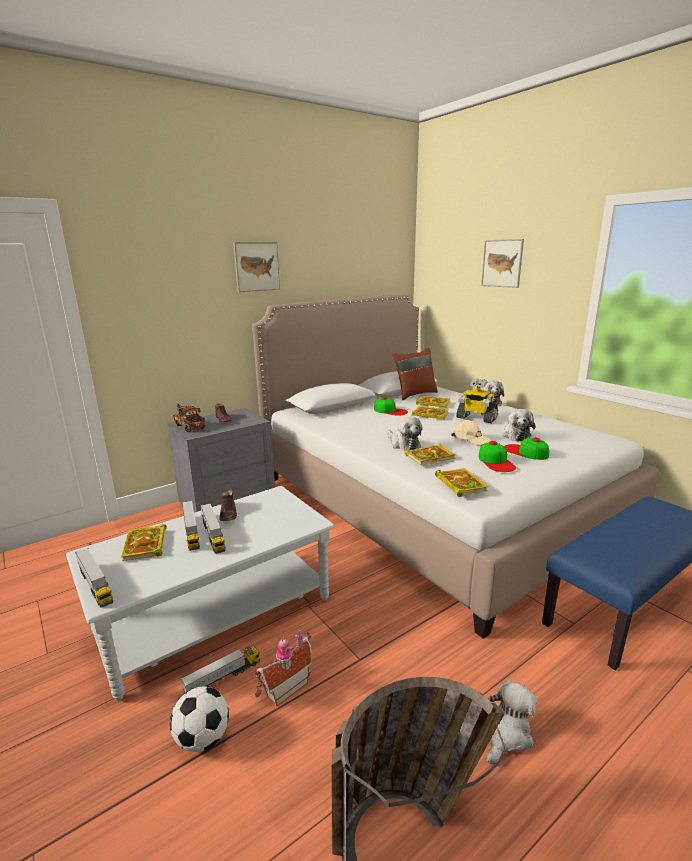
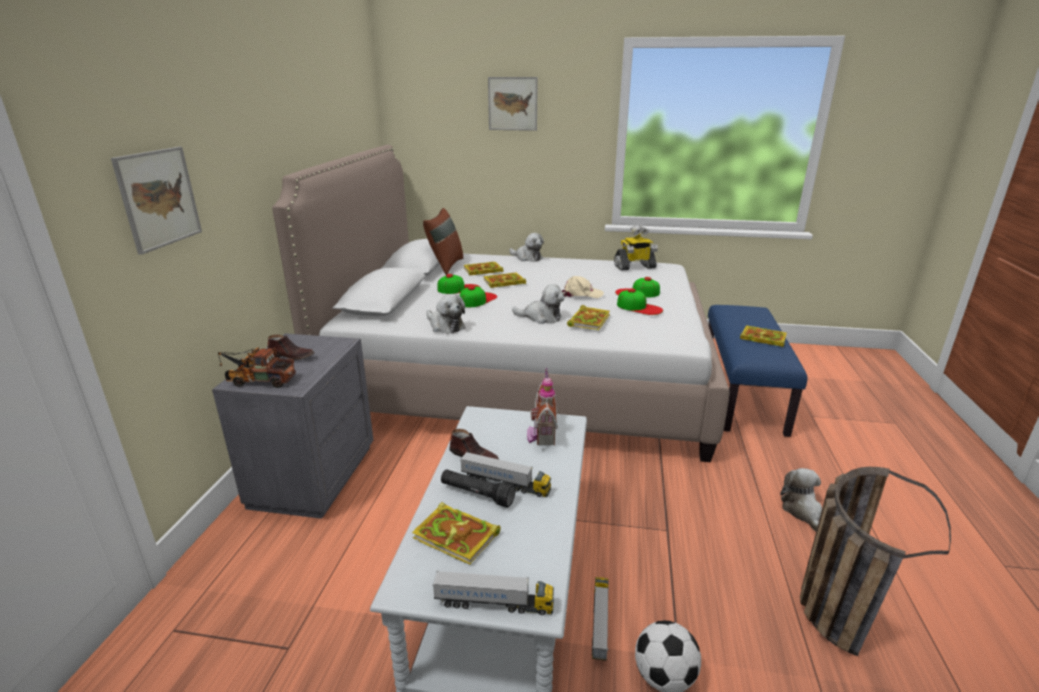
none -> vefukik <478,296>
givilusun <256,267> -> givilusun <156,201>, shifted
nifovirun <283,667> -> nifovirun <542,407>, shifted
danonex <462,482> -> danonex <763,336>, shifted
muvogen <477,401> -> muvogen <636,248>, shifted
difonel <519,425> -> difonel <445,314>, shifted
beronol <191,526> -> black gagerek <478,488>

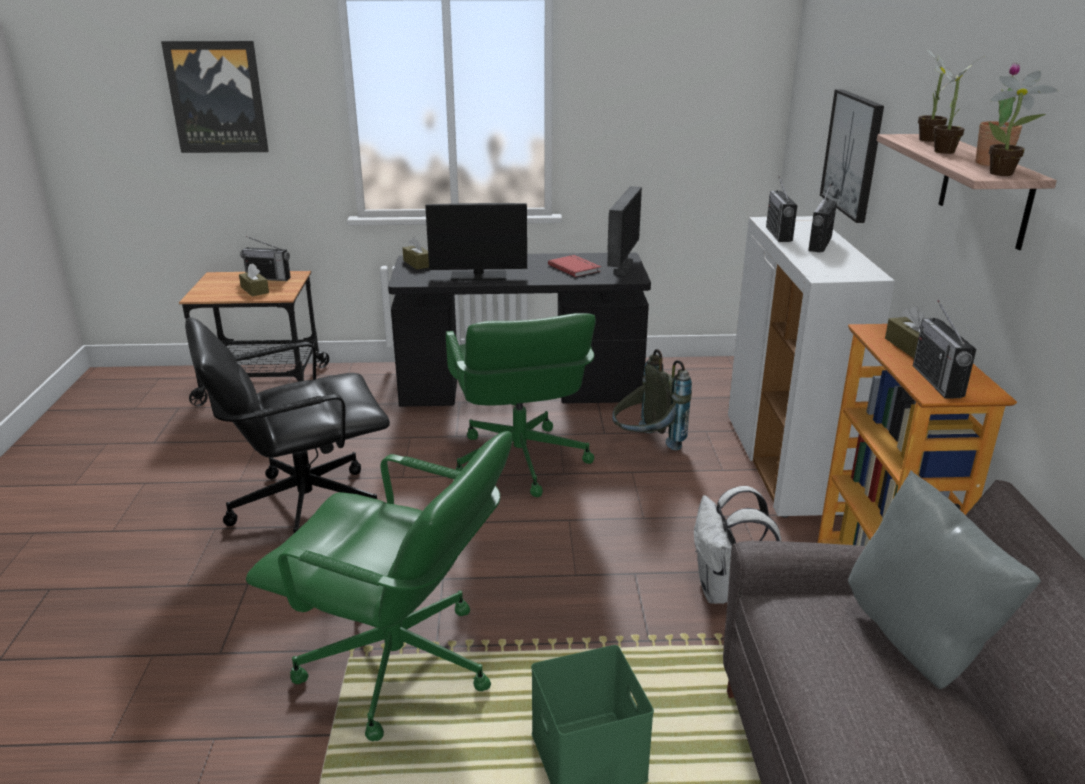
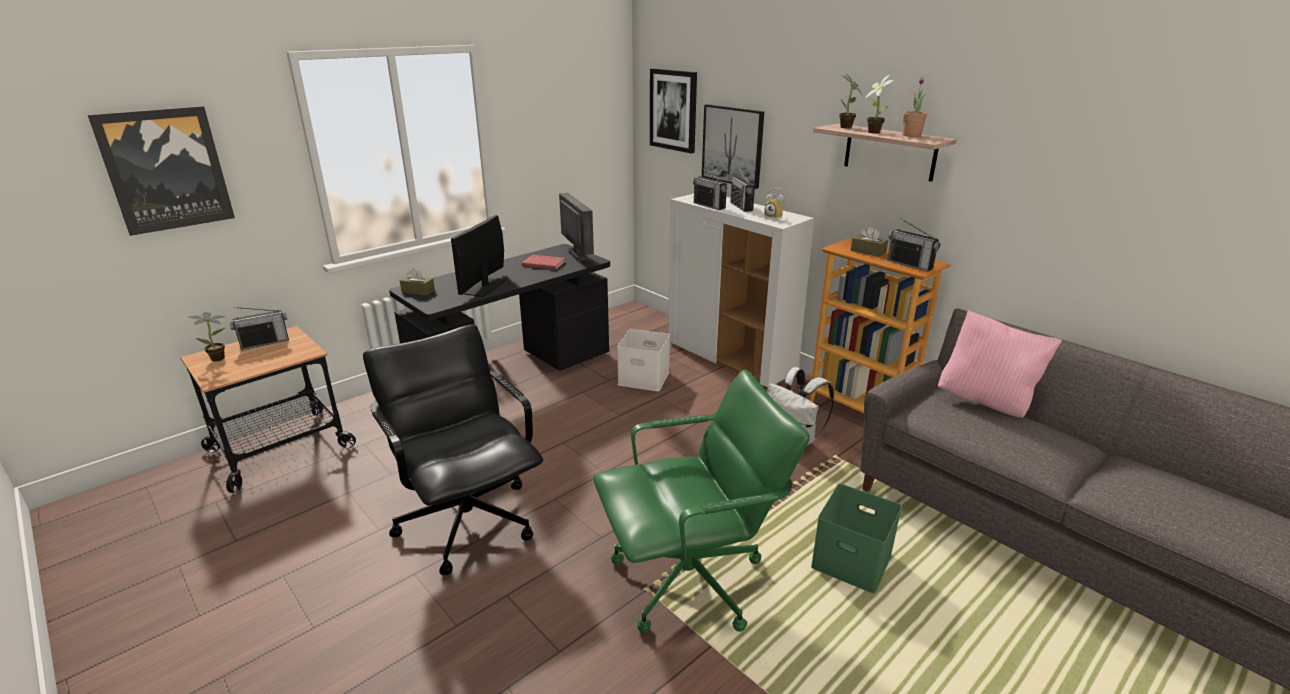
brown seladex <254,279> -> none
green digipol <521,405> -> none
none -> givilusun <673,111>
none -> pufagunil <775,203>
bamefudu <1023,123> -> bamefudu <207,337>, shifted
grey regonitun <652,400> -> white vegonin <643,360>
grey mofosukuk <944,579> -> pink mofosukuk <1000,364>
black digipol <287,425> -> black digipol <453,449>, 120 degrees clockwise
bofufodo <476,242> -> bofufodo <478,256>, 150 degrees clockwise

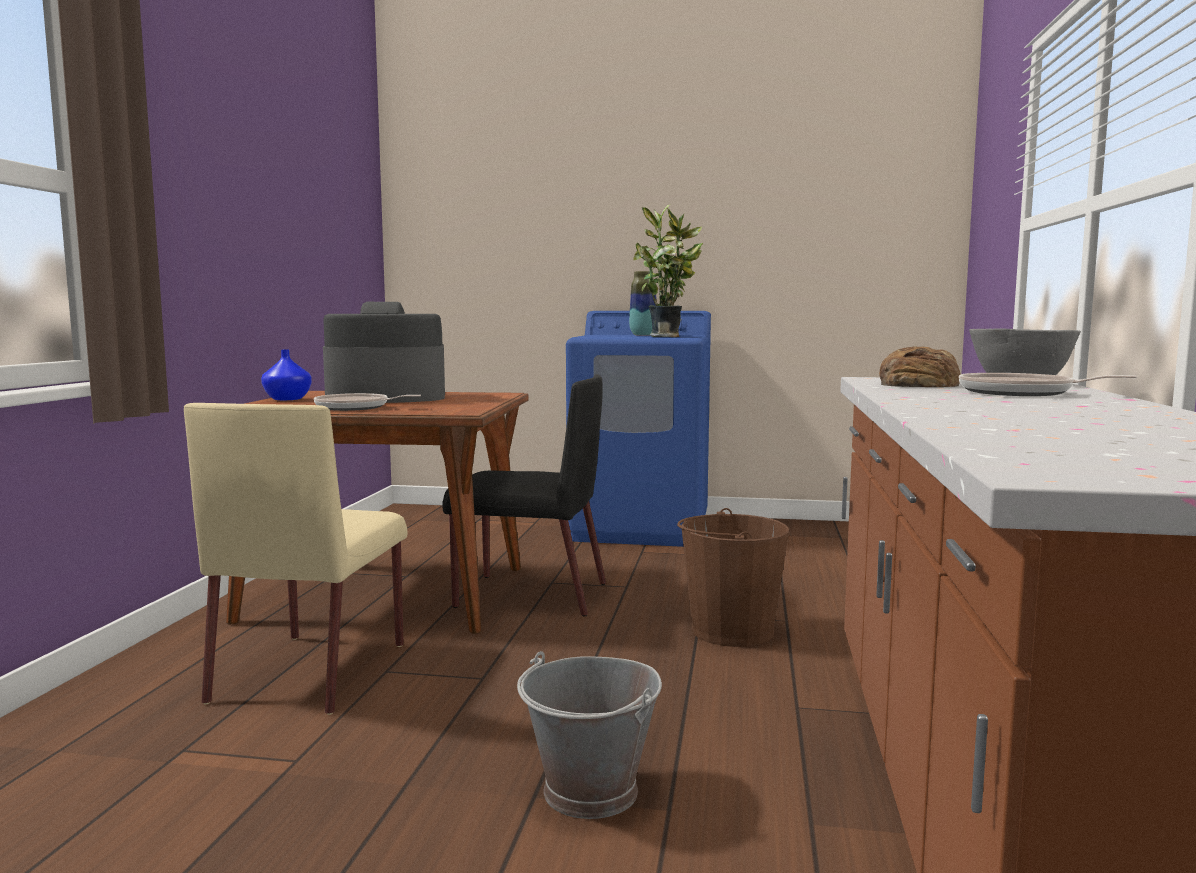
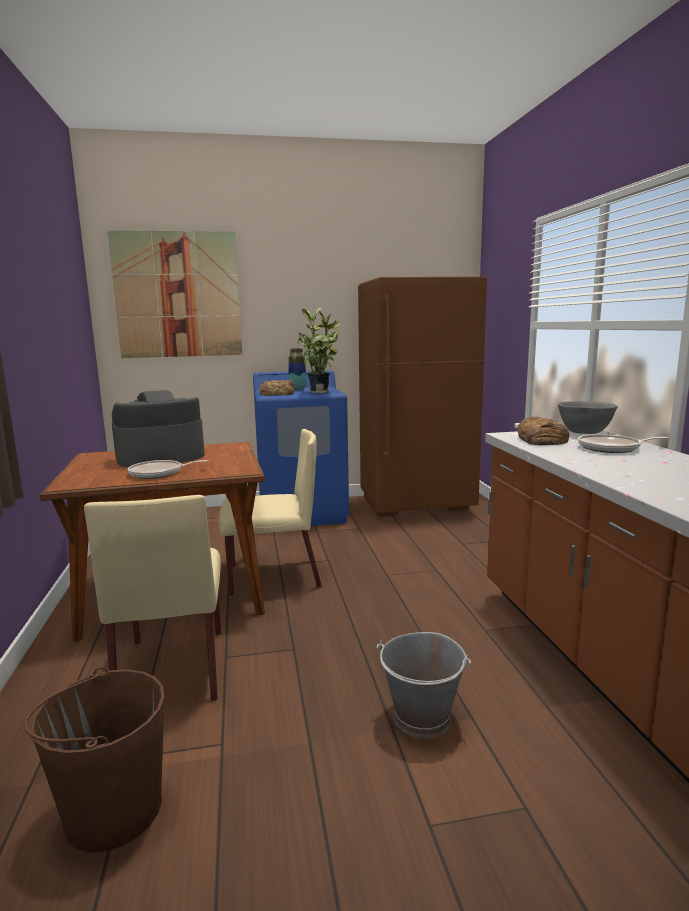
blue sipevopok <286,375> -> none
none -> givilusun <174,294>
none -> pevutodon <277,388>
none -> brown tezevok <422,396>
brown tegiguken <733,577> -> brown tegiguken <94,760>, shifted
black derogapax <524,495> -> beige derogapax <270,512>

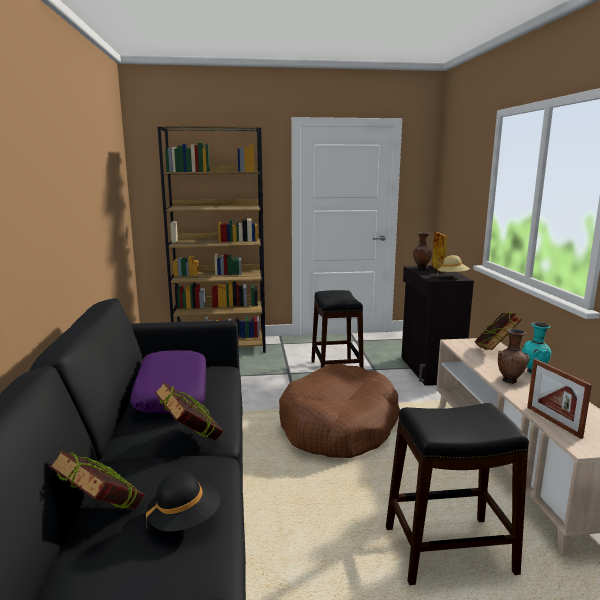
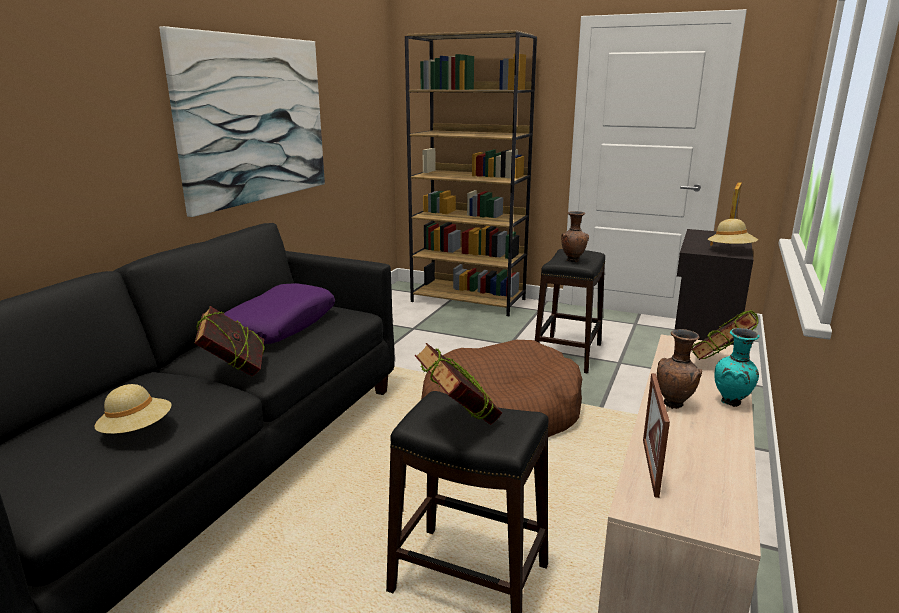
none -> givilusun <242,121>
danonex <97,480> -> danonex <458,384>, shifted
brown sipevopok <422,250> -> brown sipevopok <575,236>, shifted
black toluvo <183,502> -> beige toluvo <133,409>

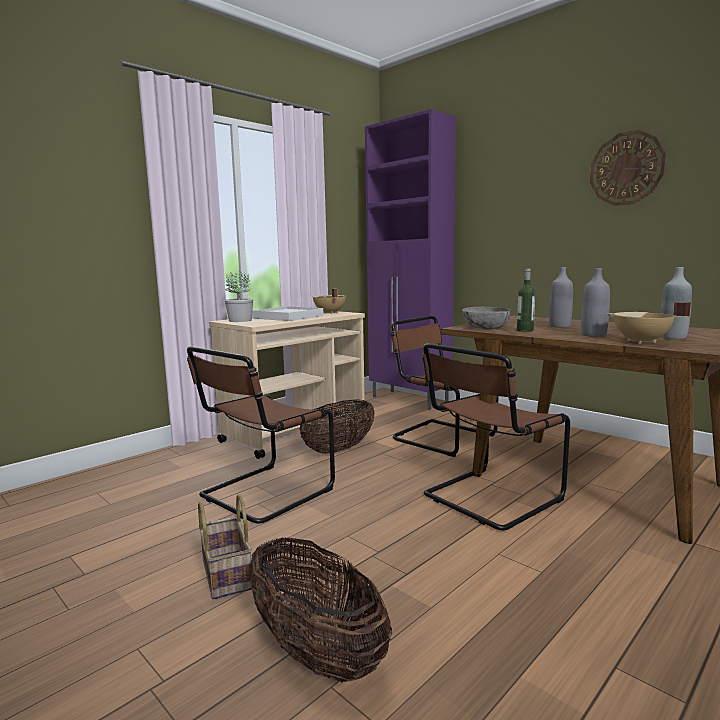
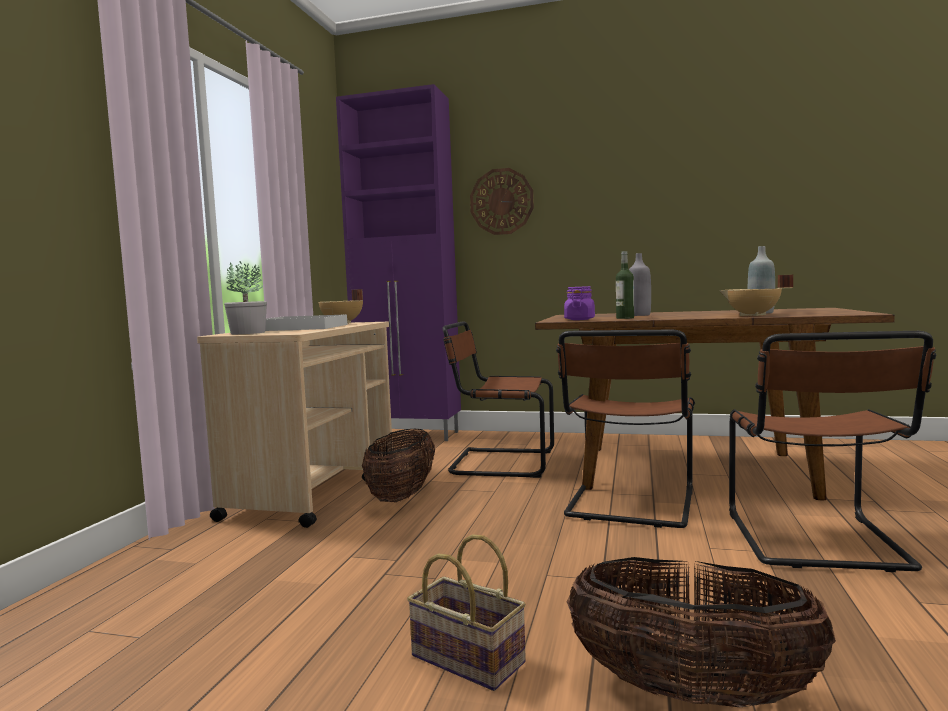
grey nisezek <595,302> -> none
brown derogapax <261,434> -> brown derogapax <832,451>, shifted
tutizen <628,168> -> tutizen <502,201>, shifted
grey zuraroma <486,318> -> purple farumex <579,303>

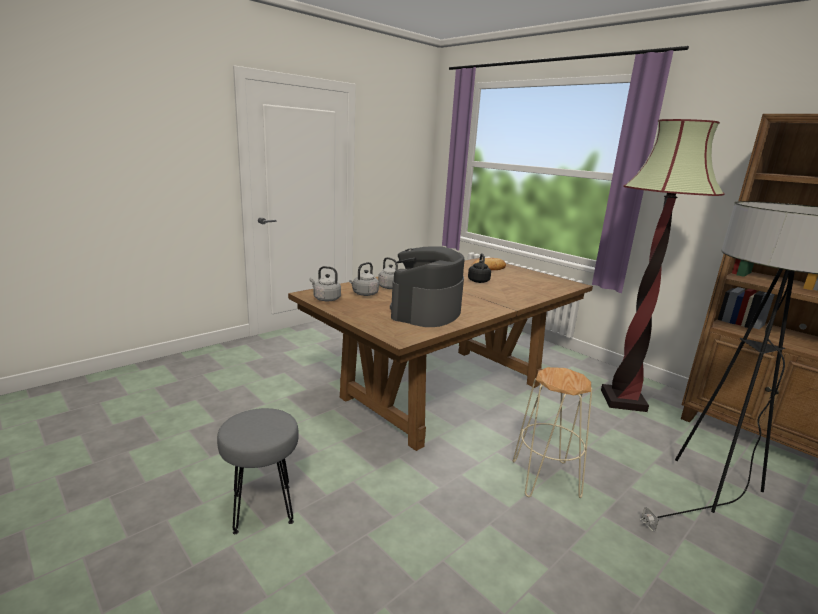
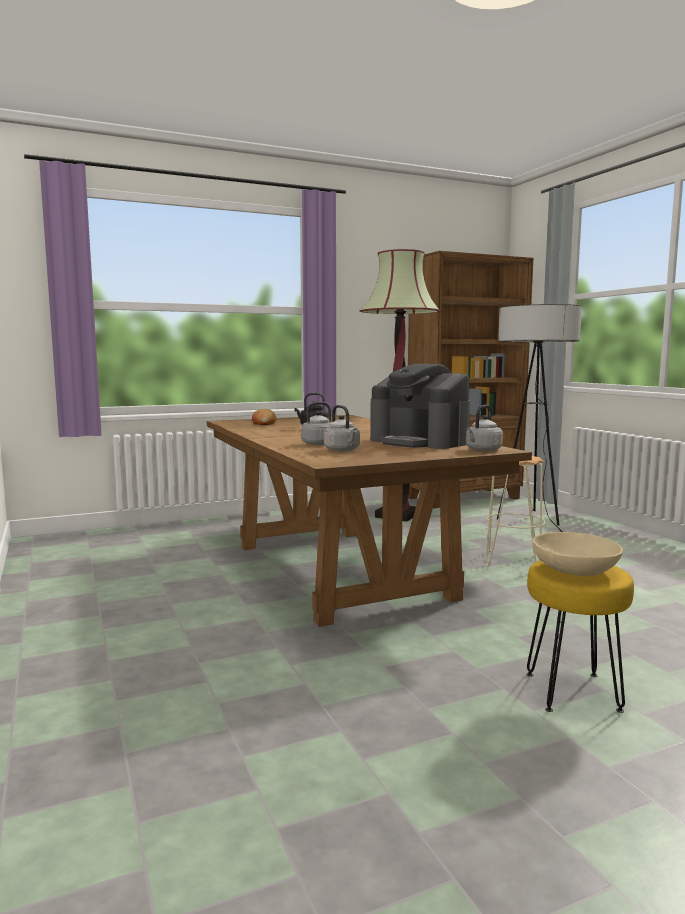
none -> beige zuraroma <577,554>
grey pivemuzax <325,283> -> grey pivemuzax <484,428>, shifted
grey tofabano <258,471> -> yellow tofabano <580,636>

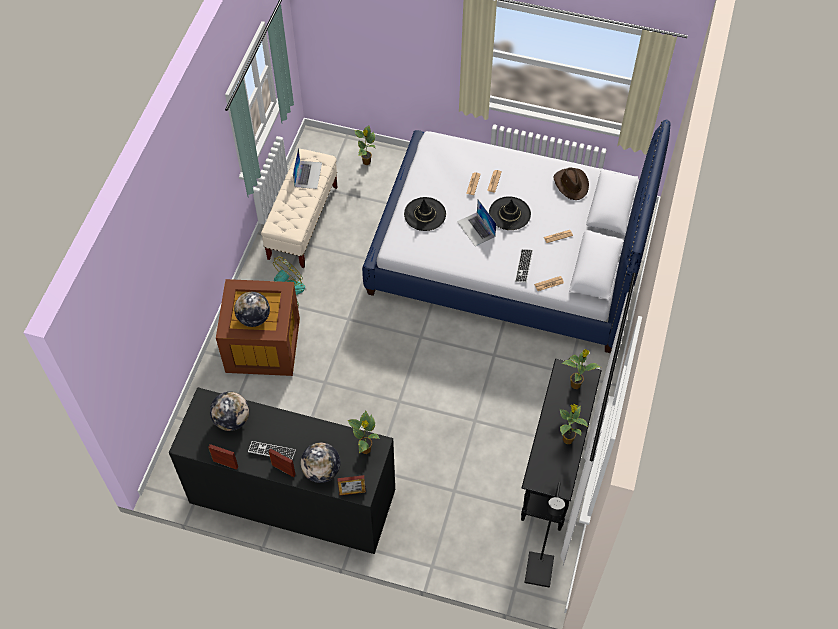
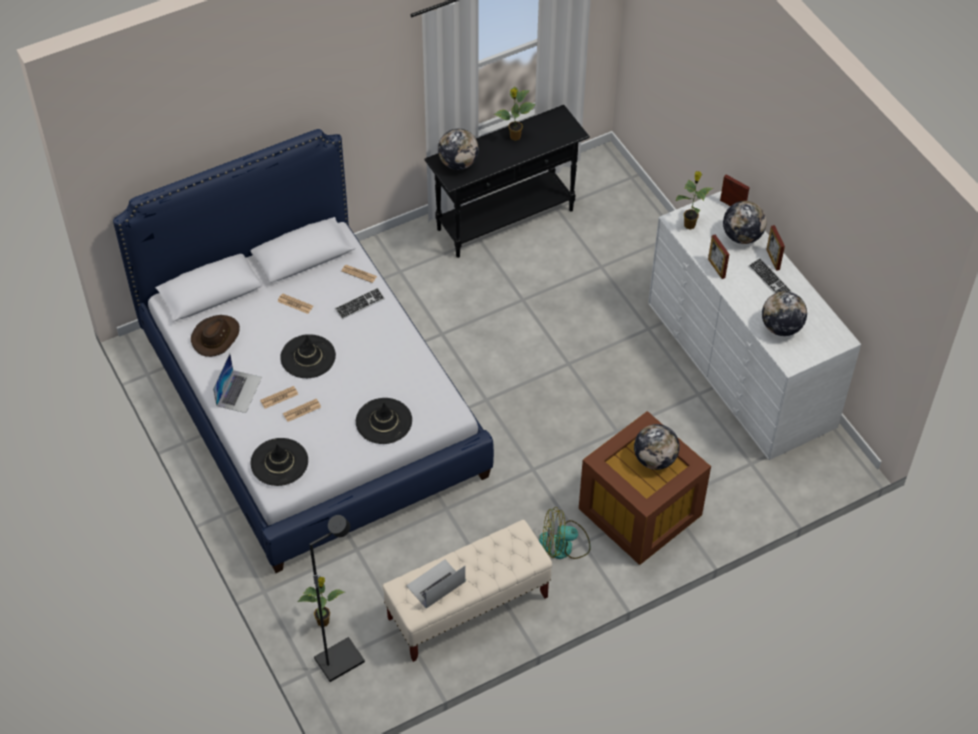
none -> black toluvo <279,462>
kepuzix <223,457> -> kepuzix <718,257>, shifted
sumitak <477,223> -> sumitak <237,383>, shifted
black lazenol <545,535> -> black lazenol <337,598>, shifted
bamefudu <580,369> -> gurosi <458,149>
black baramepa <282,470> -> white baramepa <754,325>

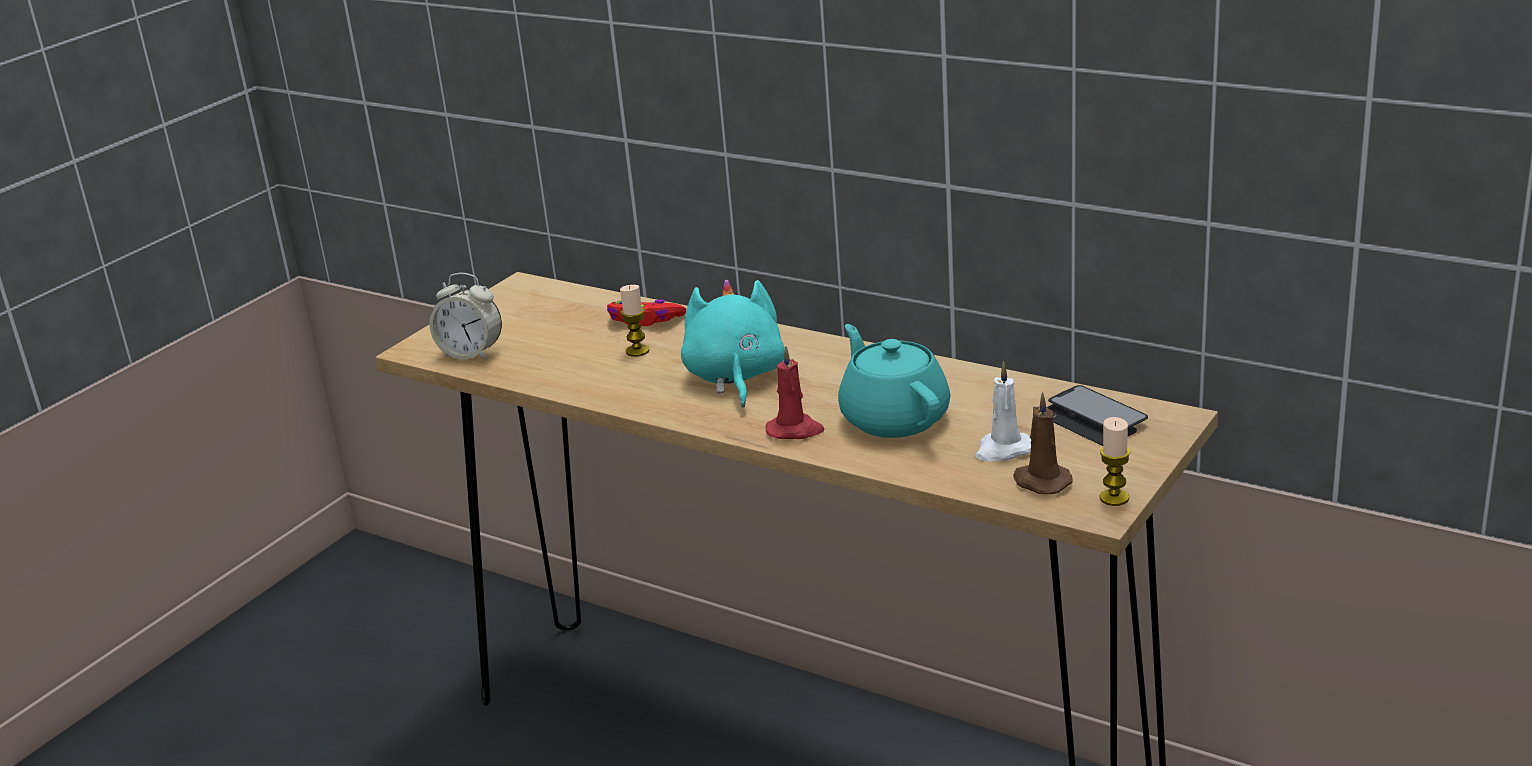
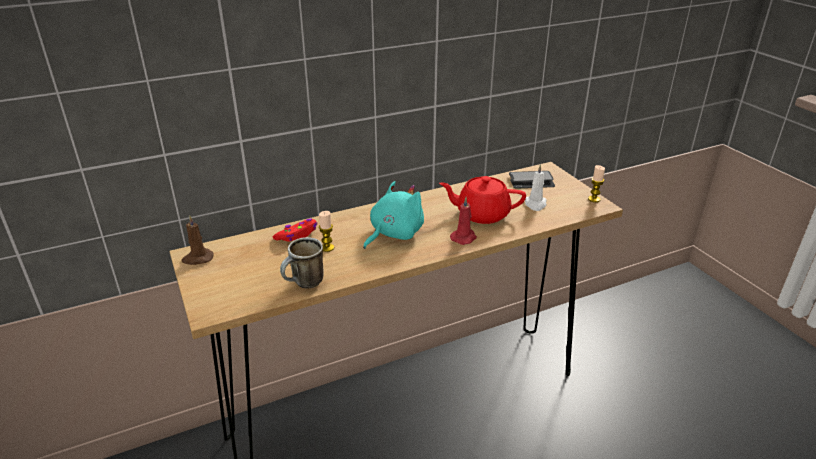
pufagunil <465,316> -> none
none -> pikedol <301,262>
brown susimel <1043,443> -> brown susimel <197,240>, shifted
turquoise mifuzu <894,381> -> red mifuzu <482,200>
turquoise difonel <733,344> -> turquoise difonel <393,215>, 105 degrees clockwise

